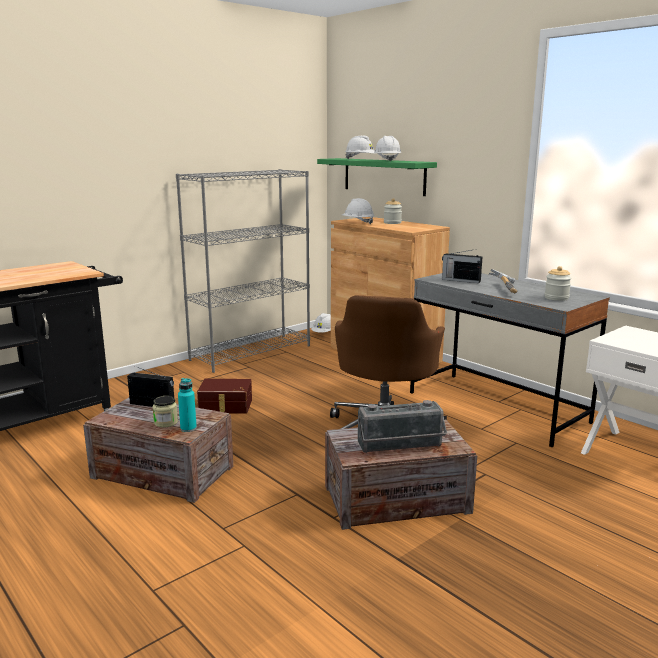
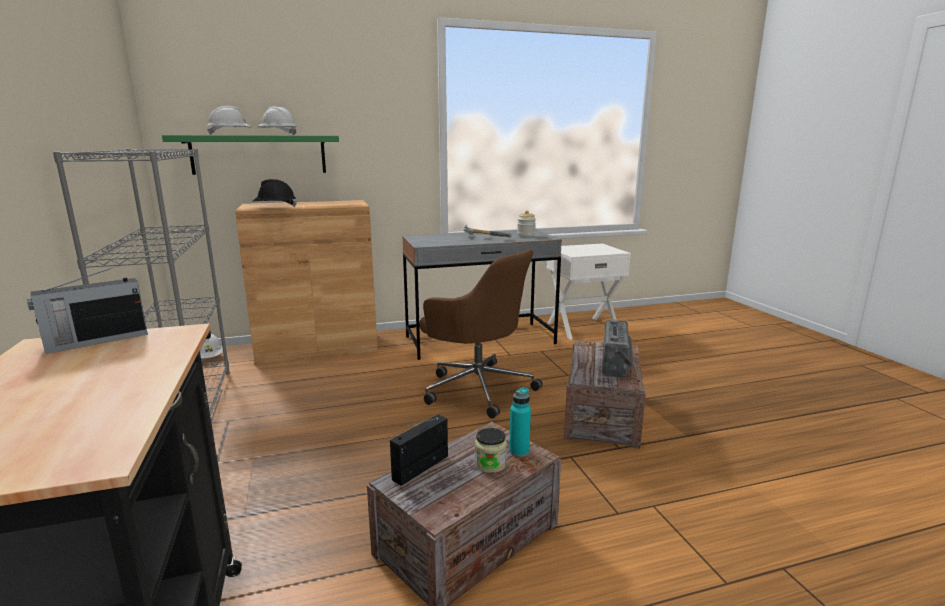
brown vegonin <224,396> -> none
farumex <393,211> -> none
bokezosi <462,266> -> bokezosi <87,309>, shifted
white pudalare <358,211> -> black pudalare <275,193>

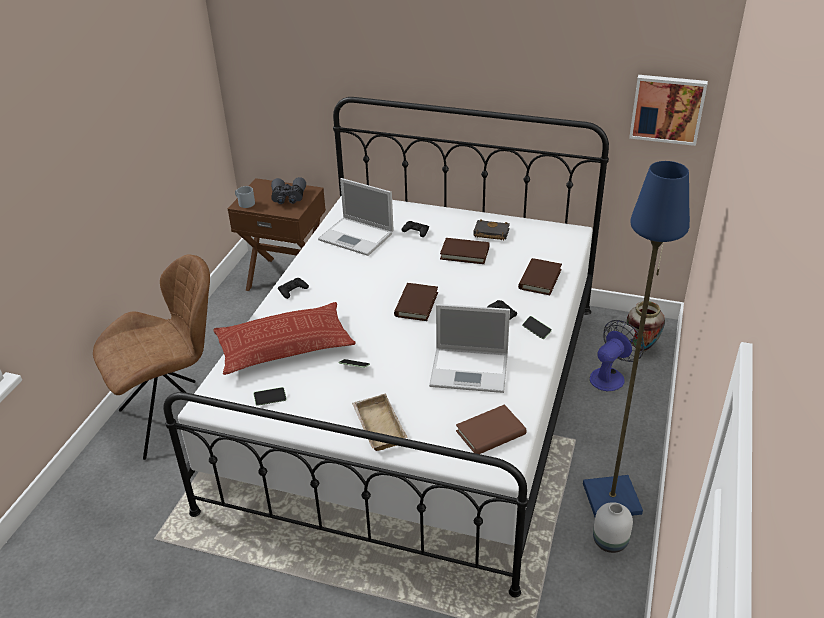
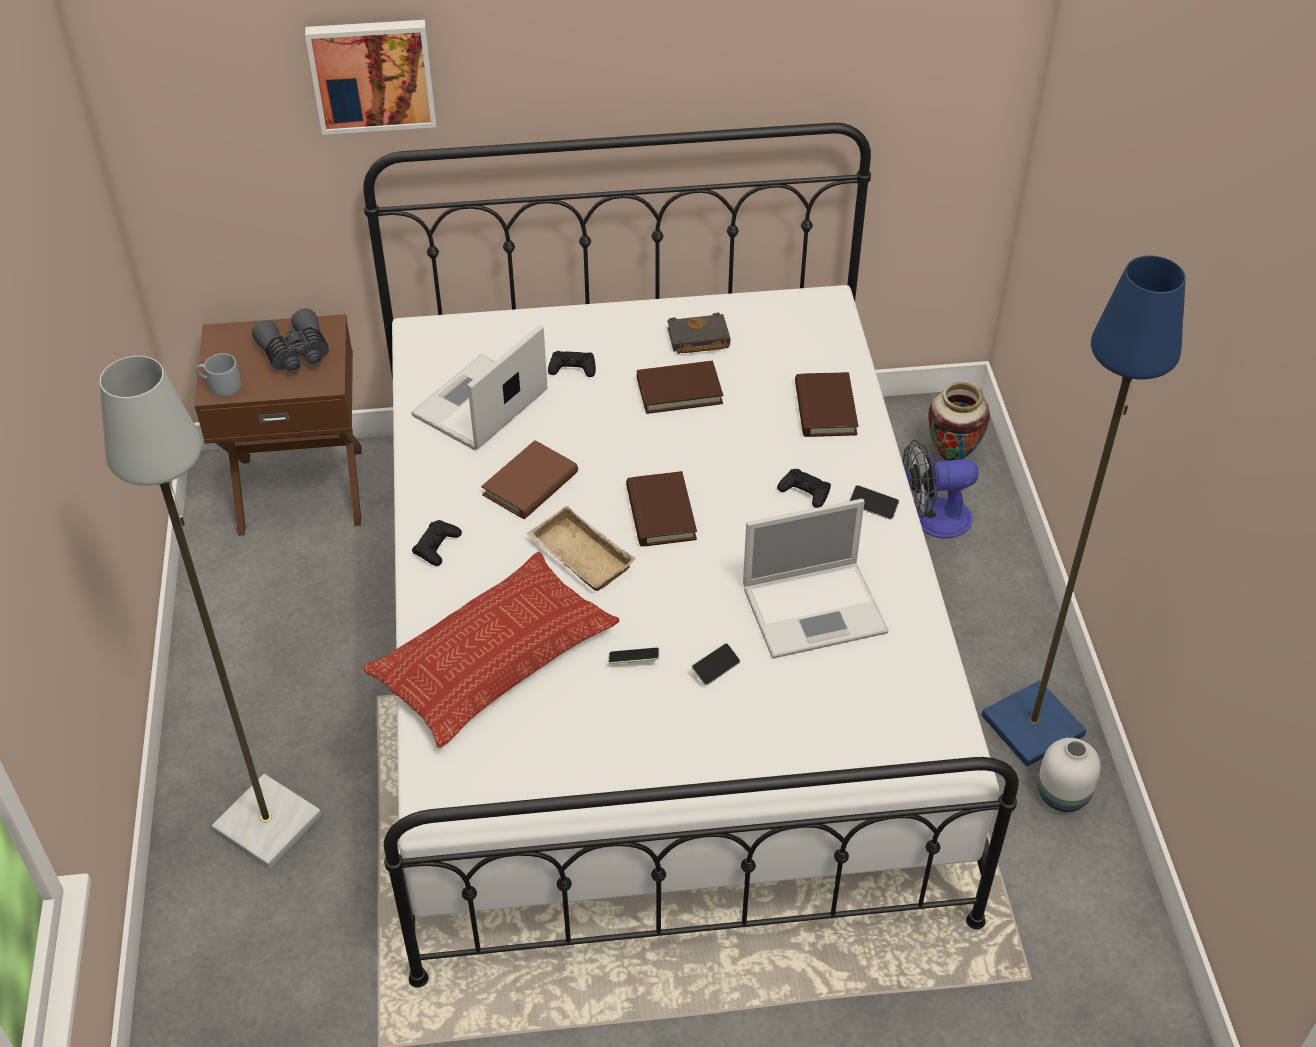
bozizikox <269,396> -> bozizikox <715,664>, shifted
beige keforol <380,422> -> beige keforol <581,548>, shifted
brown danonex <491,429> -> brown danonex <529,479>, shifted
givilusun <668,110> -> givilusun <370,77>, shifted
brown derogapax <151,357> -> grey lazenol <210,612>
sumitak <356,217> -> sumitak <479,387>, 120 degrees clockwise
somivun <617,355> -> somivun <940,489>, 120 degrees counterclockwise

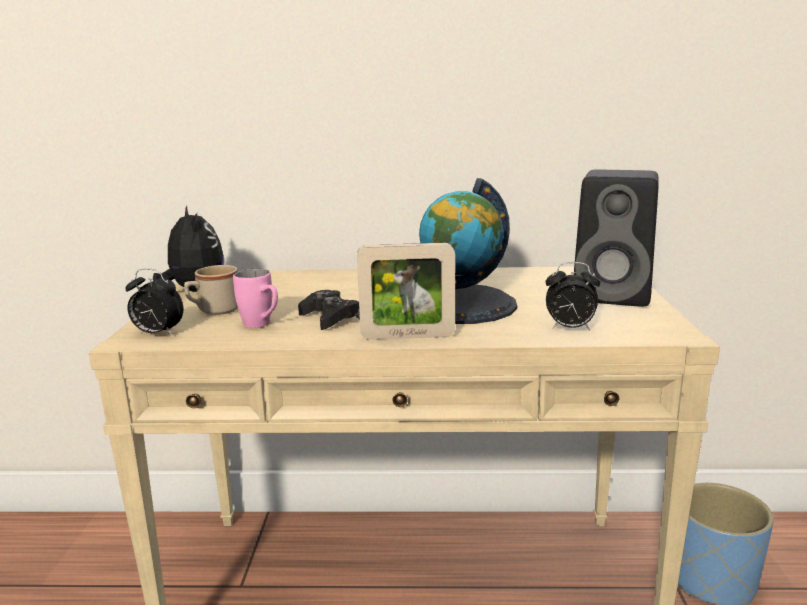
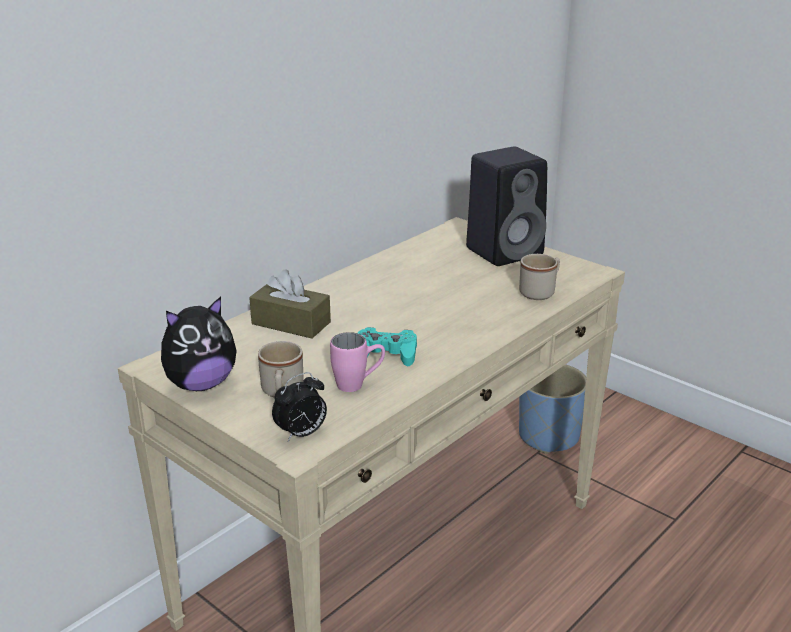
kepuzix <406,291> -> none
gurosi <468,251> -> none
none -> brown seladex <290,303>
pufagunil <573,296> -> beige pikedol <539,277>
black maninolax <329,310> -> turquoise maninolax <387,346>
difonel <188,249> -> difonel <199,344>, 135 degrees clockwise

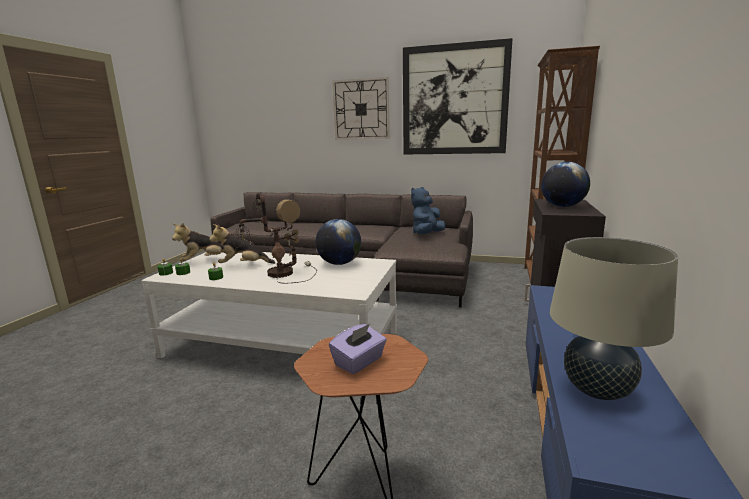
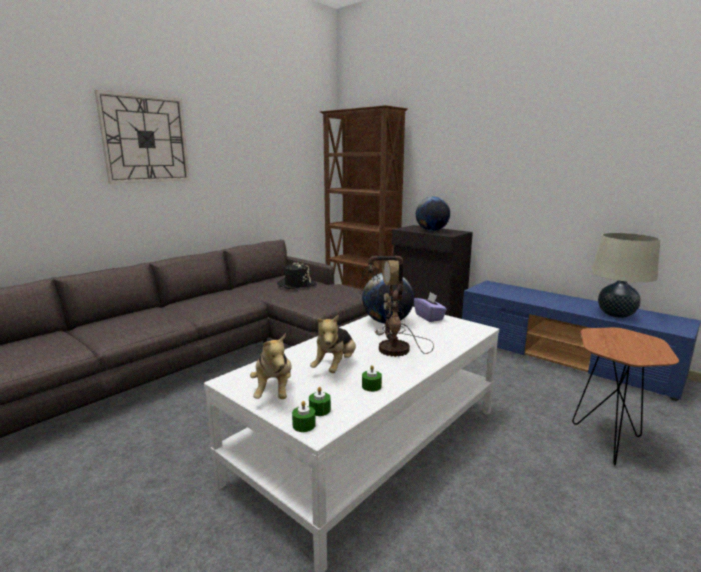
givilusun <457,96> -> none
purple seladex <358,349> -> purple seladex <430,307>, shifted
blue difonel <428,210> -> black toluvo <297,276>

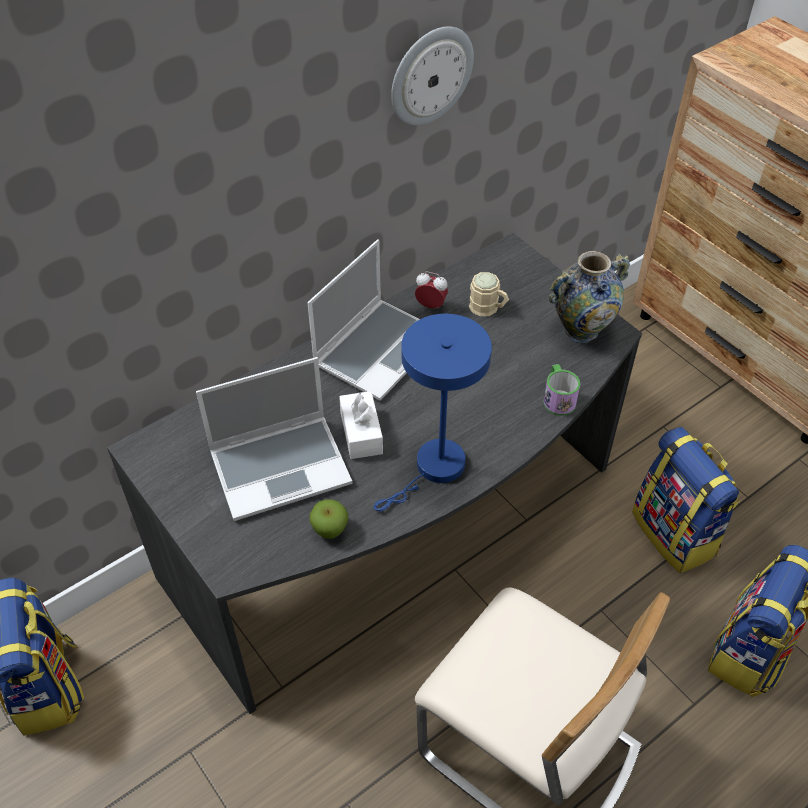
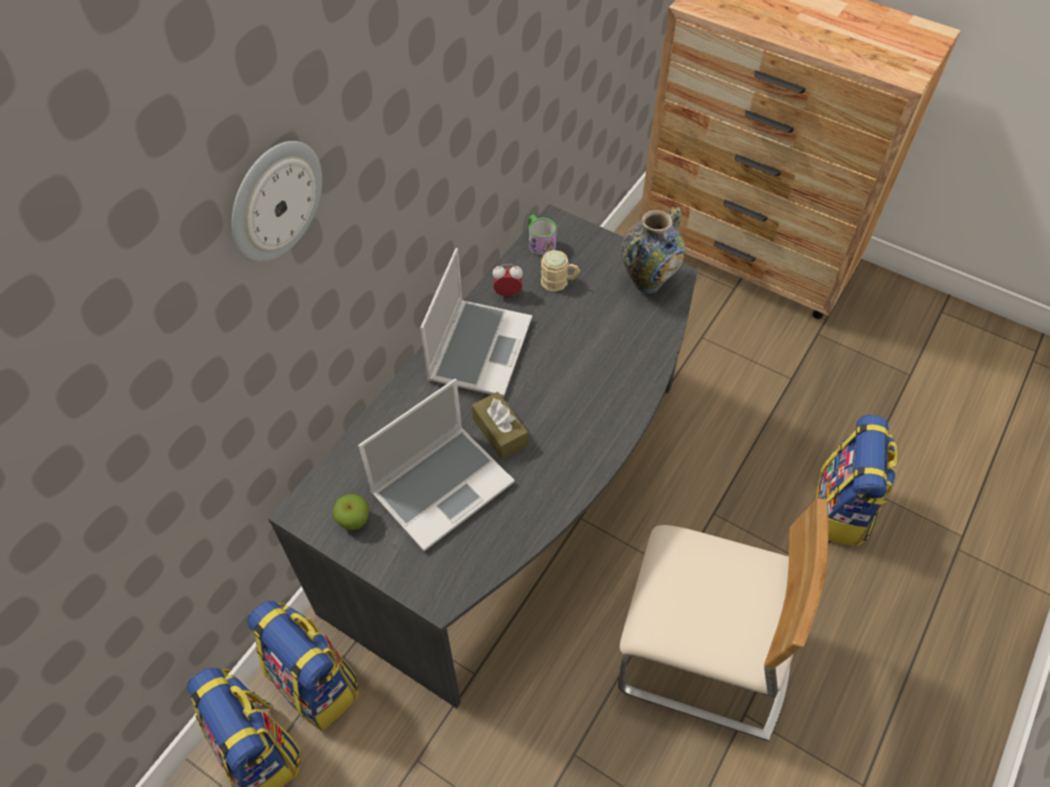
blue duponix <432,412> -> none
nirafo <328,519> -> nirafo <350,512>, shifted
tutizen <432,76> -> tutizen <277,201>, shifted
pikedol <561,390> -> pikedol <542,235>, shifted
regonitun <686,500> -> regonitun <302,666>, shifted
white seladex <361,425> -> brown seladex <500,426>

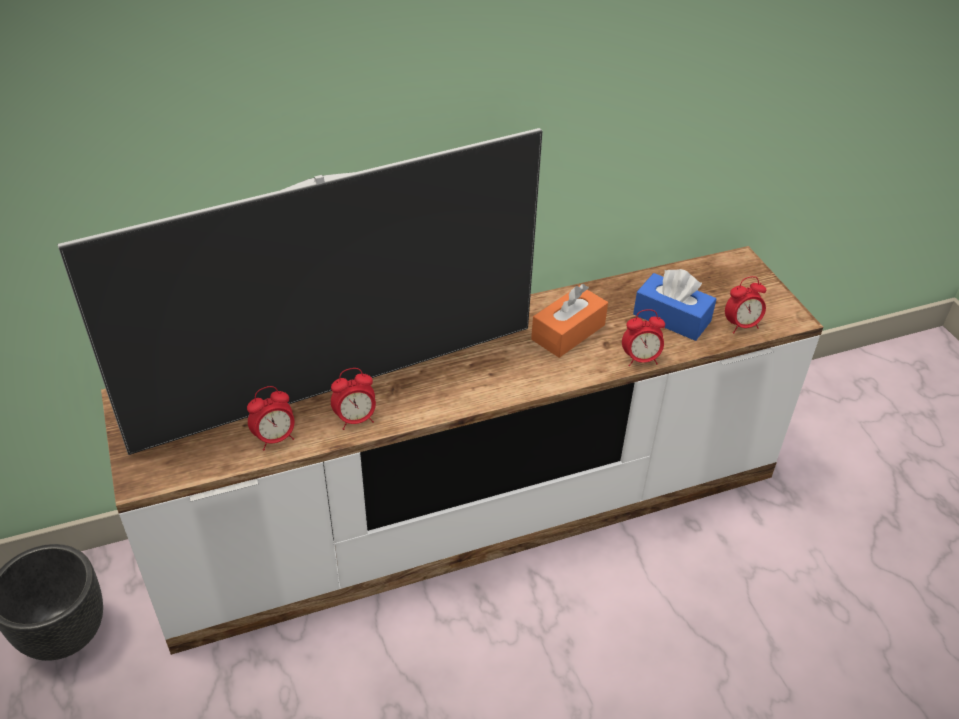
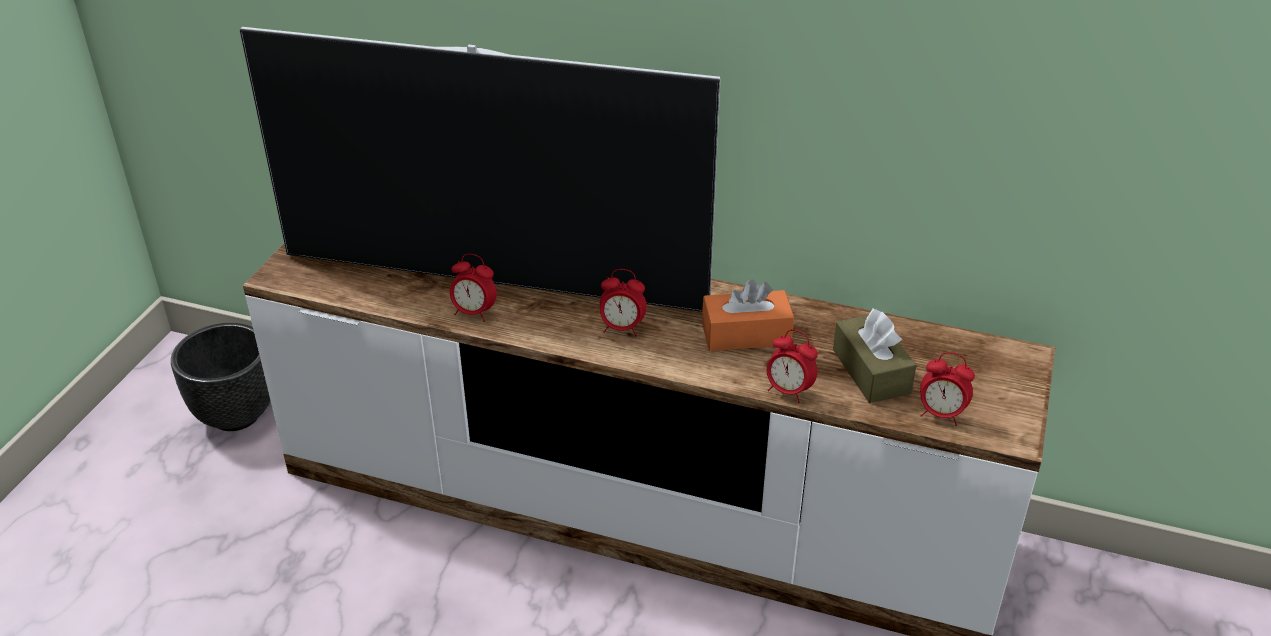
pufagunil <271,418> -> pufagunil <623,302>, shifted
blue seladex <674,305> -> brown seladex <875,356>

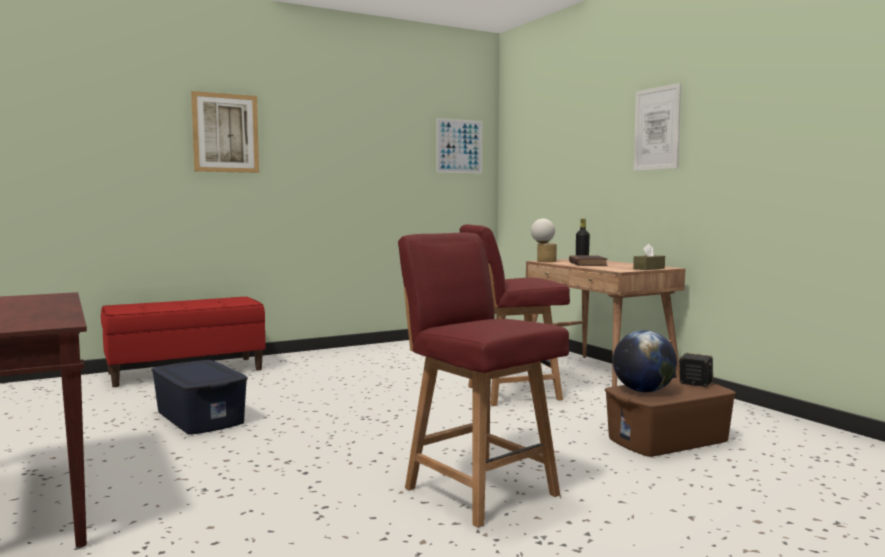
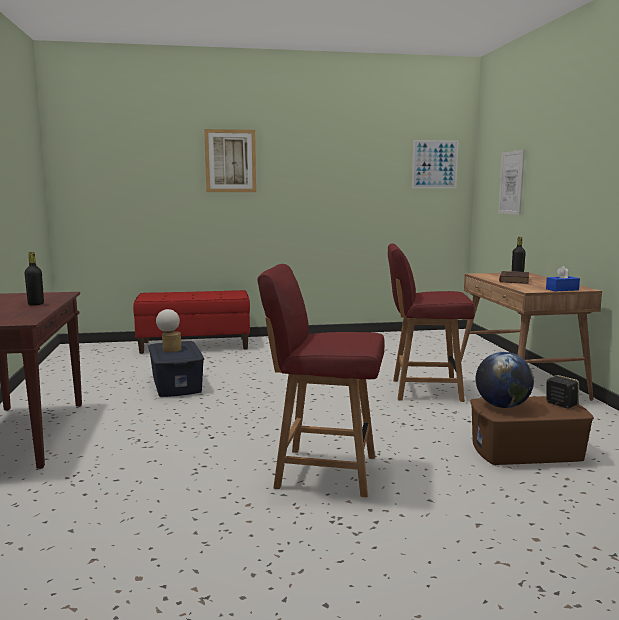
none -> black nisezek <34,278>
duponix <544,240> -> duponix <168,330>, shifted
givilusun <657,127> -> givilusun <511,182>, shifted
brown seladex <649,257> -> blue seladex <563,279>
red derogapax <483,380> -> red derogapax <321,380>, 60 degrees counterclockwise

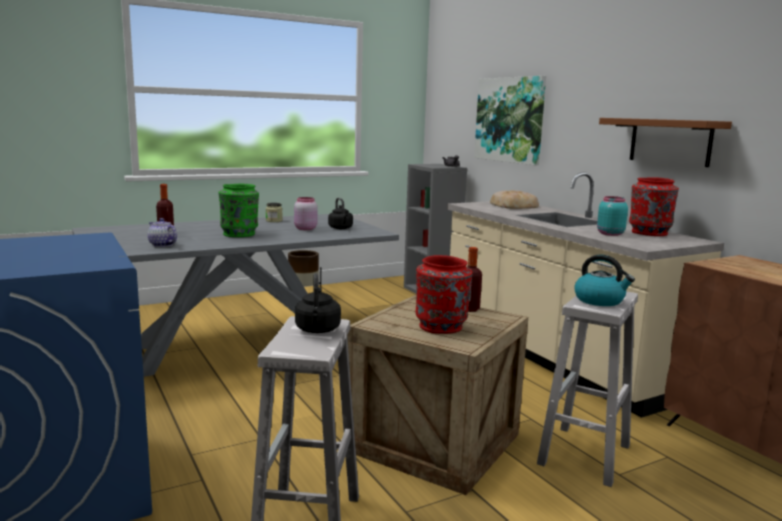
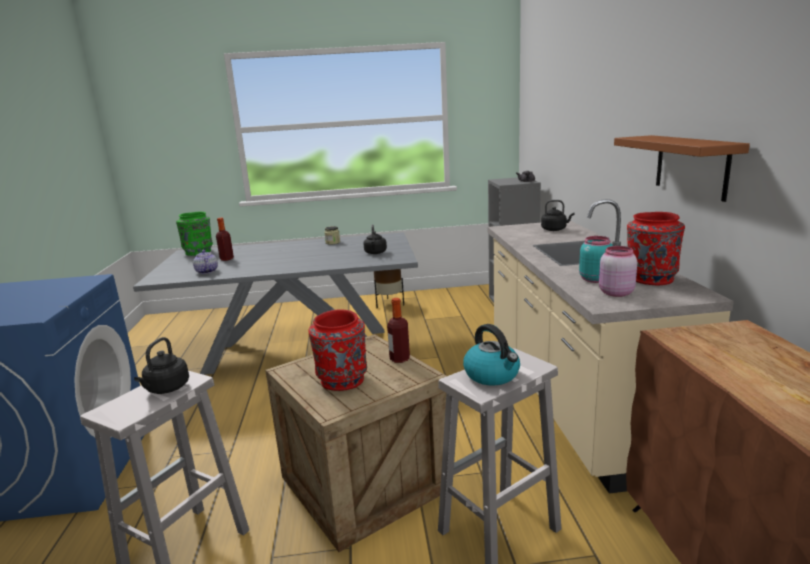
givilusun <510,120> -> none
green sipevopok <238,210> -> green sipevopok <194,233>, shifted
pink farumex <306,213> -> pink farumex <618,271>, shifted
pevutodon <514,199> -> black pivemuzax <557,215>

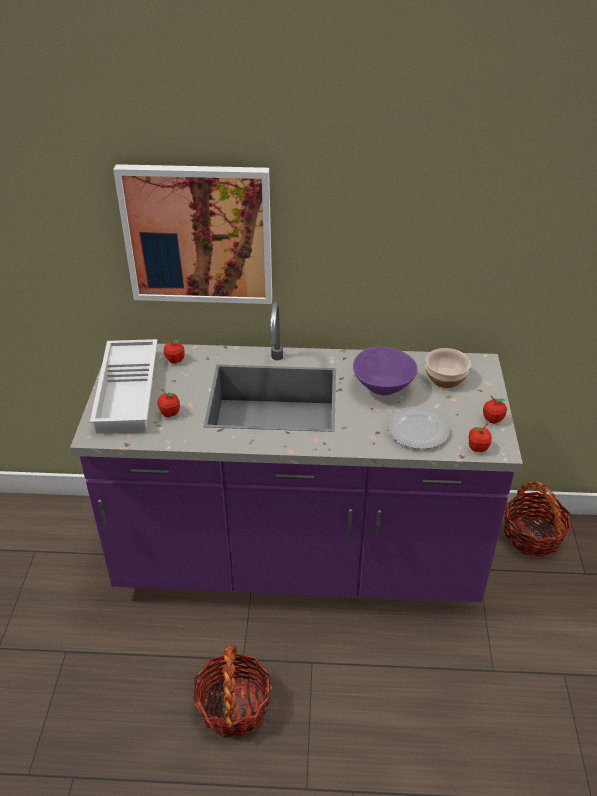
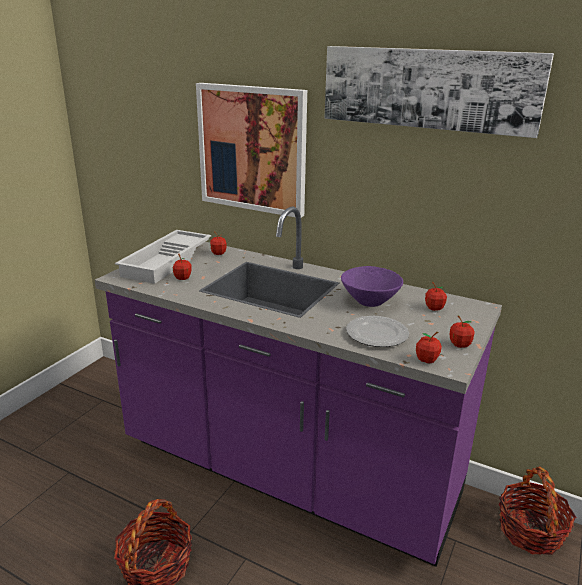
none -> givilusun <439,92>
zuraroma <448,368> -> nirafo <436,296>

